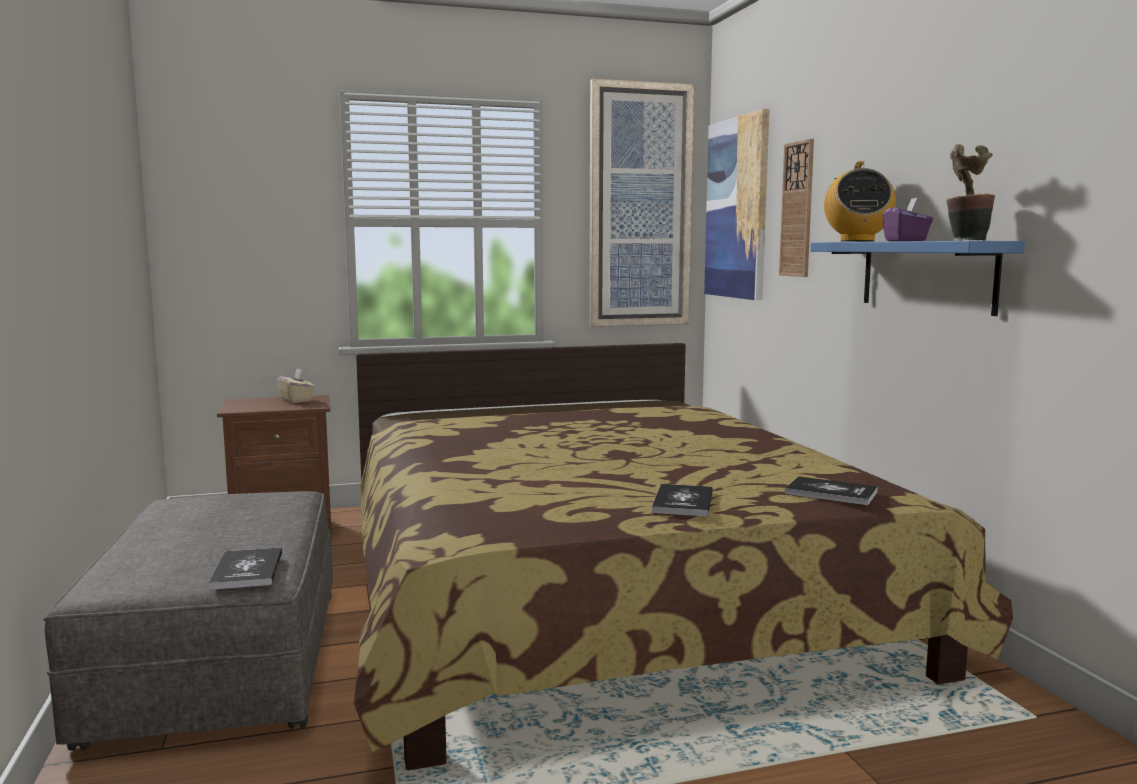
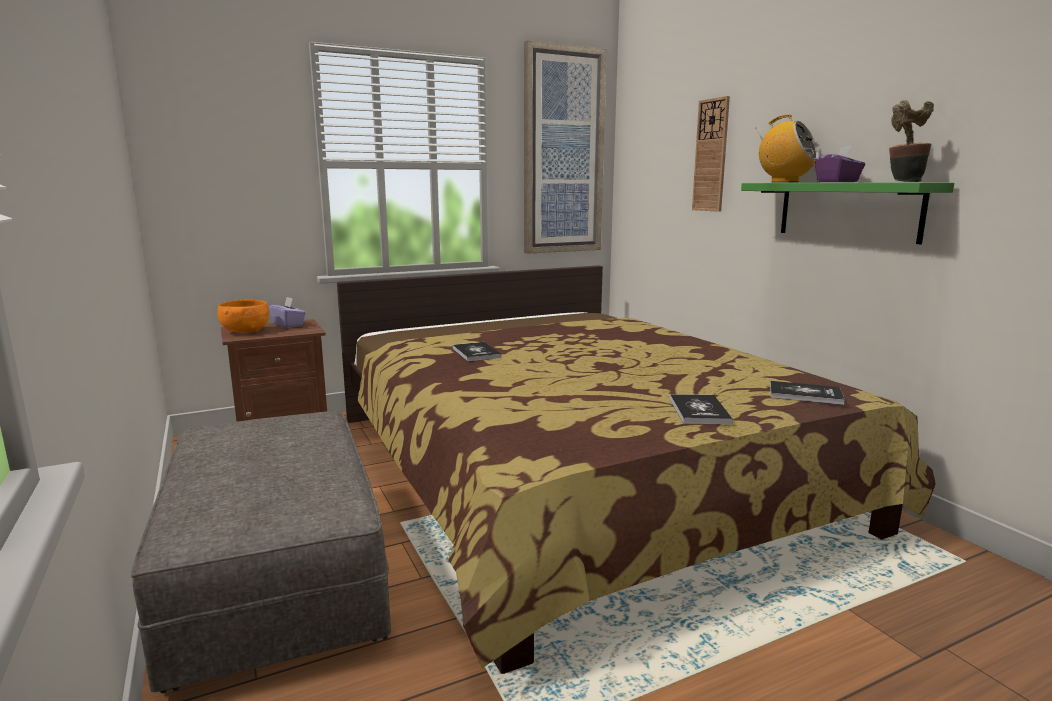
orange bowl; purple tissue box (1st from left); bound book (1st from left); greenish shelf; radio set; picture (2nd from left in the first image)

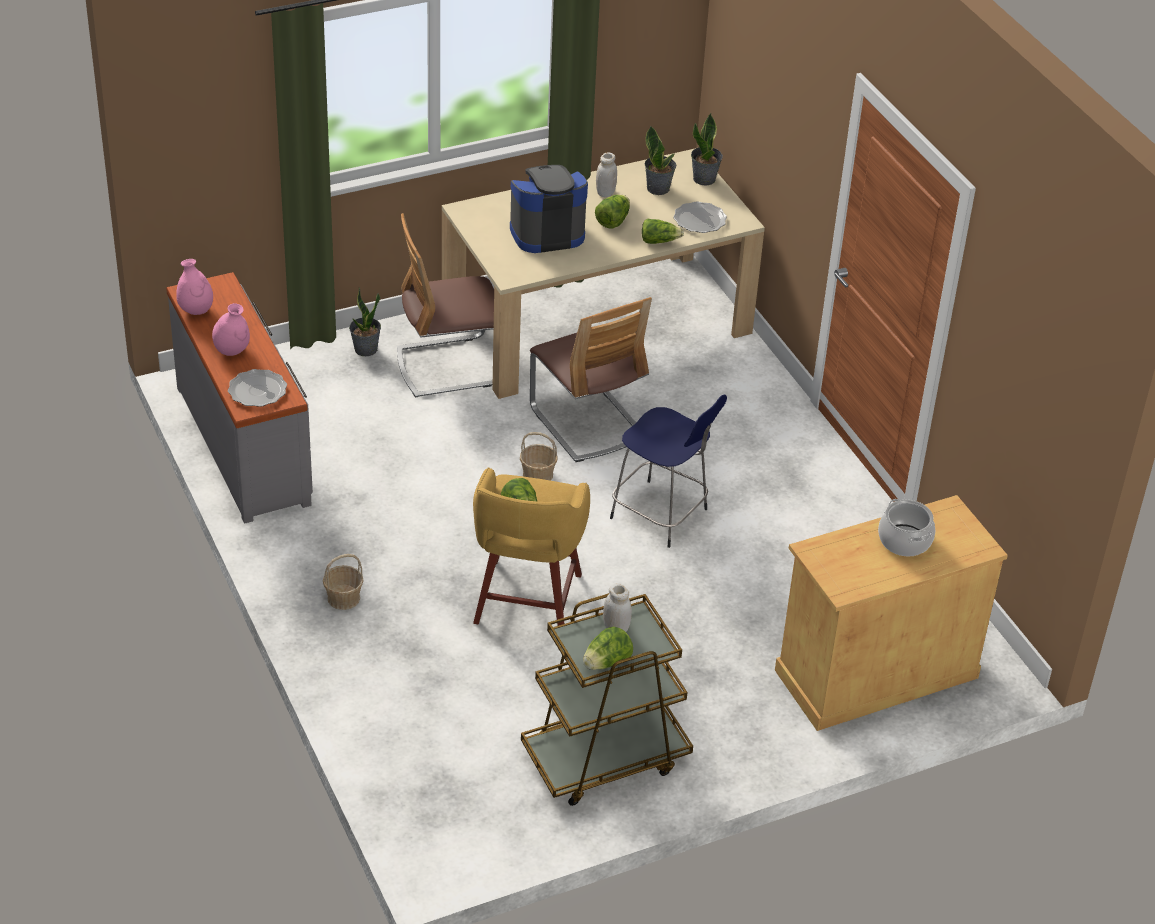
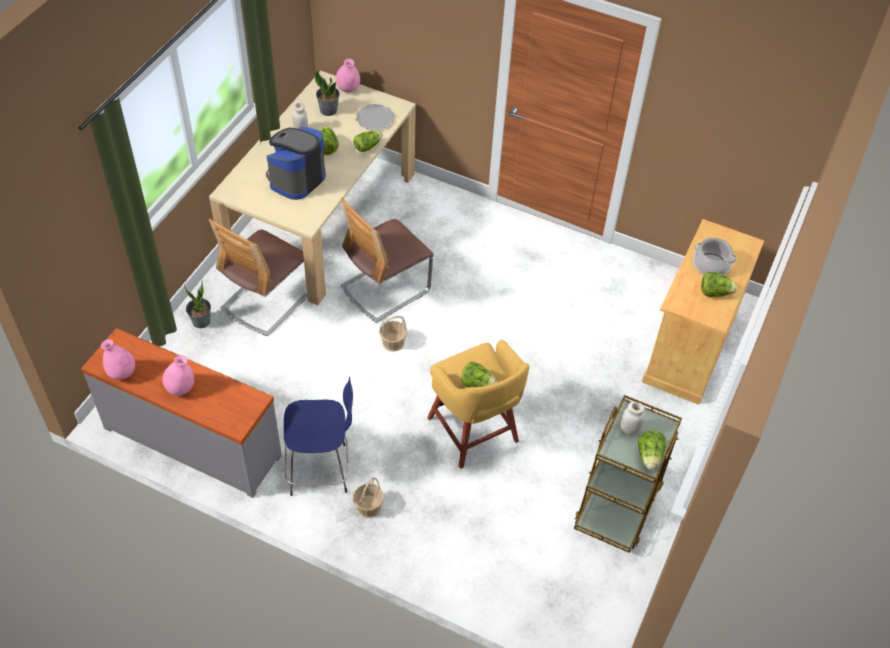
bluish stool seat; pinkish vase (3rd from left); plain chair (2nd from left); head of lettuce (5th from left); dinner plate (1st from left in the first image)

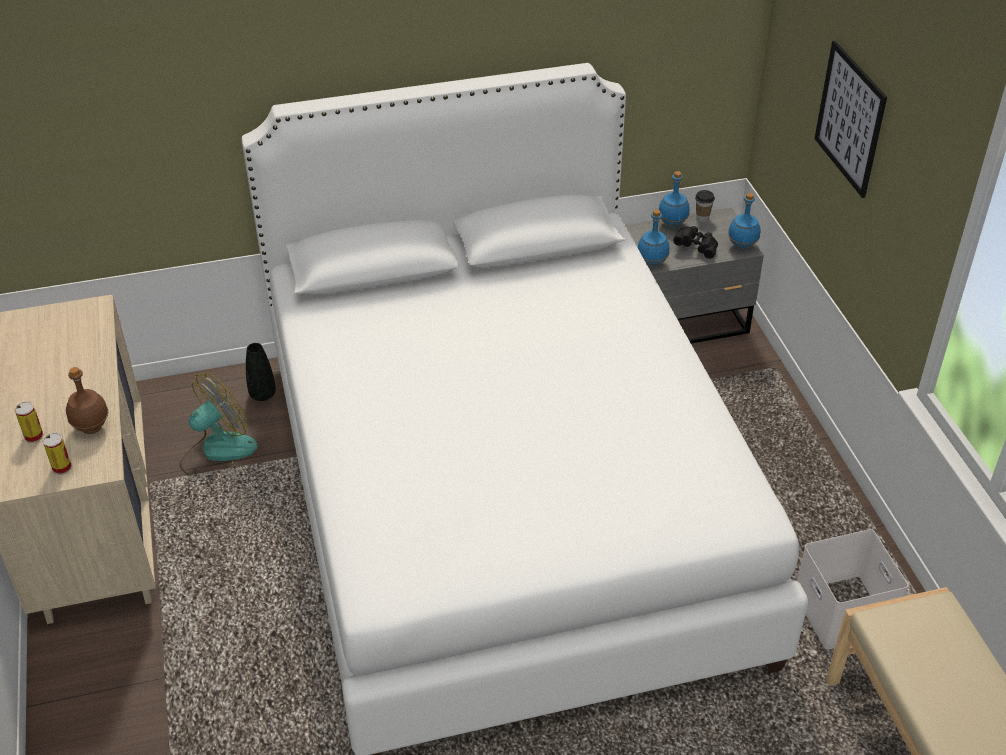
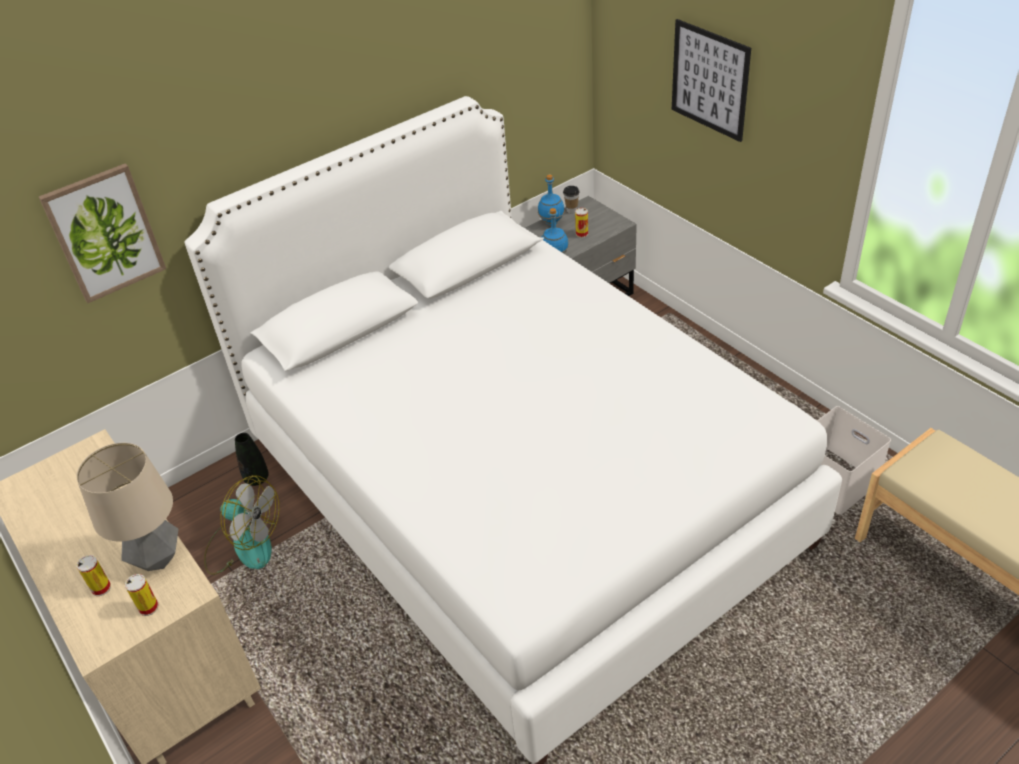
picture (1st from left); tabletop lamp; electric fan; metal can (3rd from left); bluish drink bottle (3rd from left in the first image)

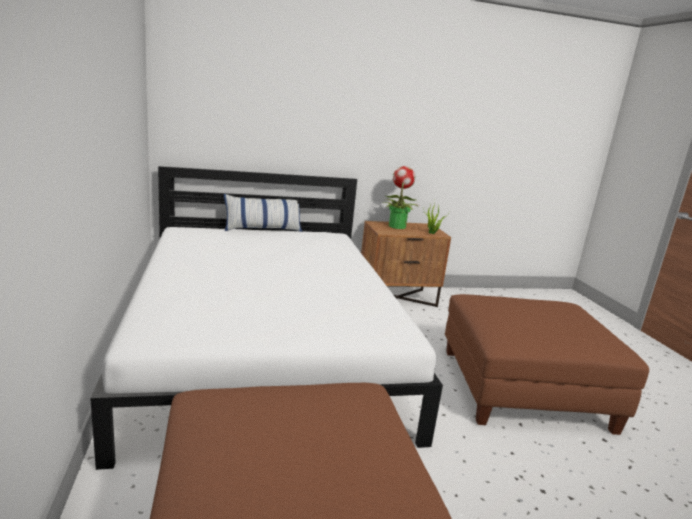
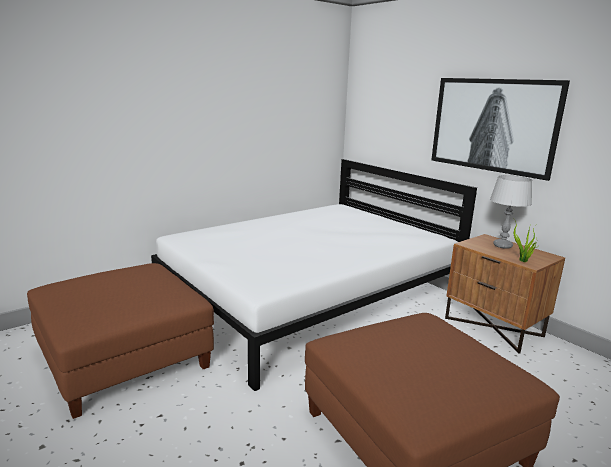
picture; grey tabletop lamp; cushion

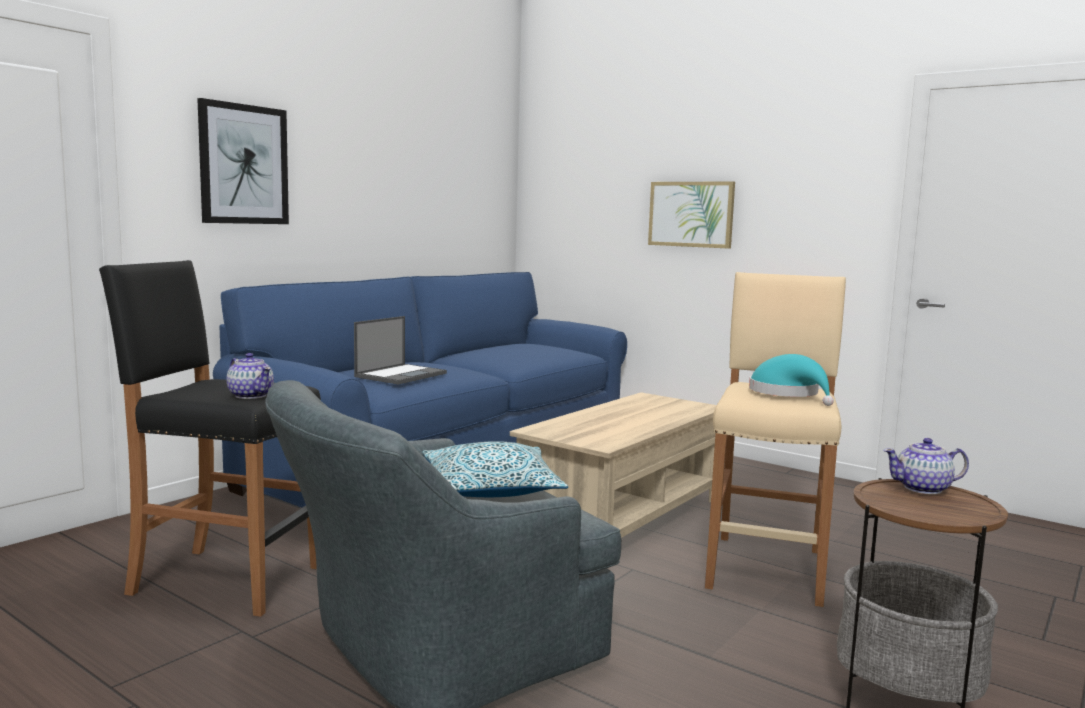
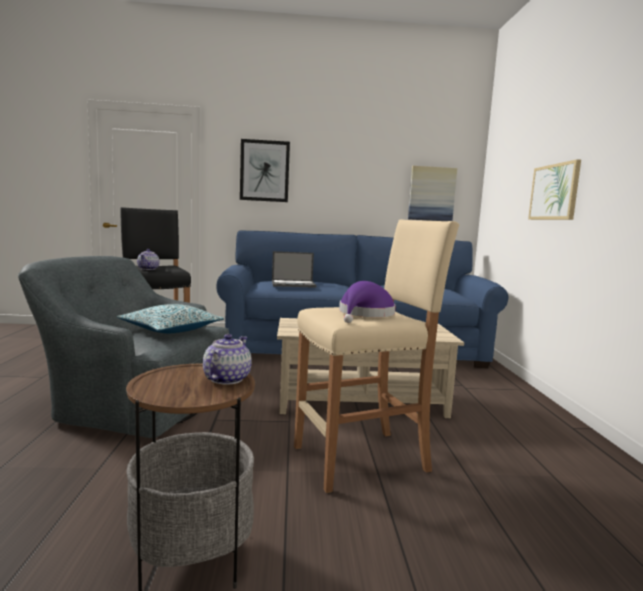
tea pot (2nd from left); purple clothing hat; picture (2nd from left)

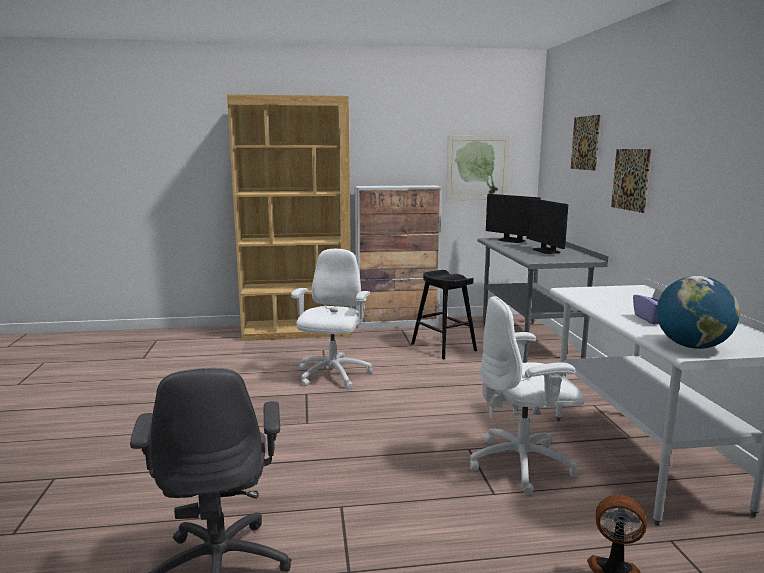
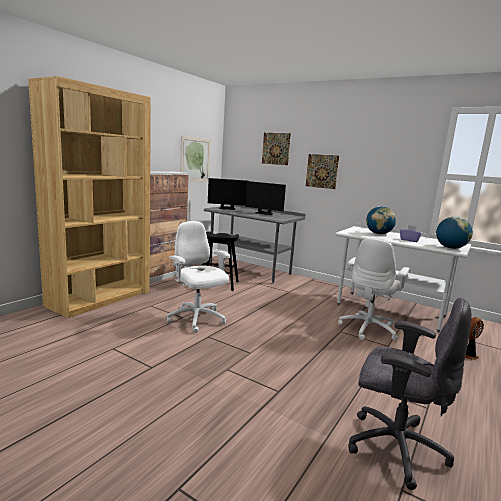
world globe (1st from left)

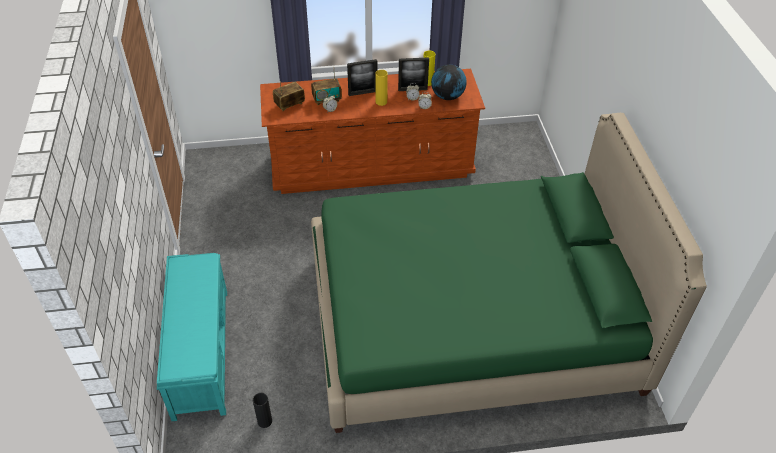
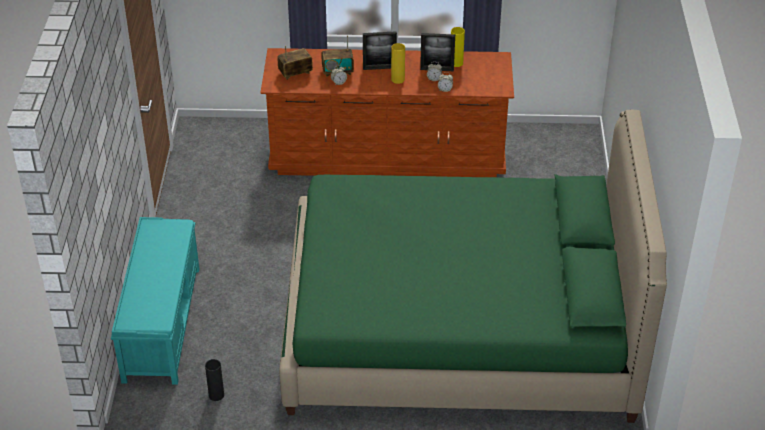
world globe

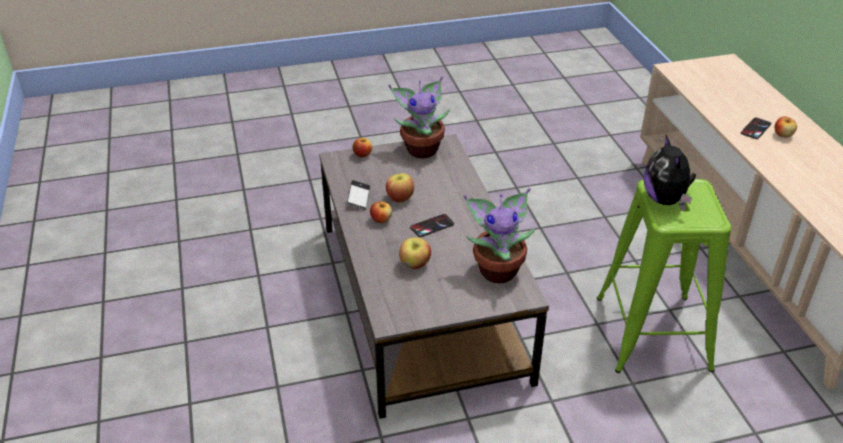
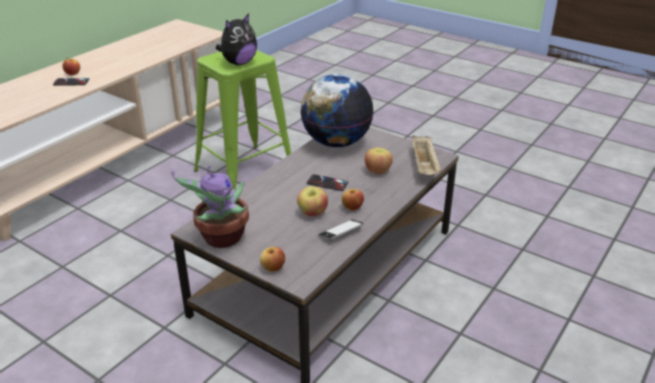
world globe; beige tray

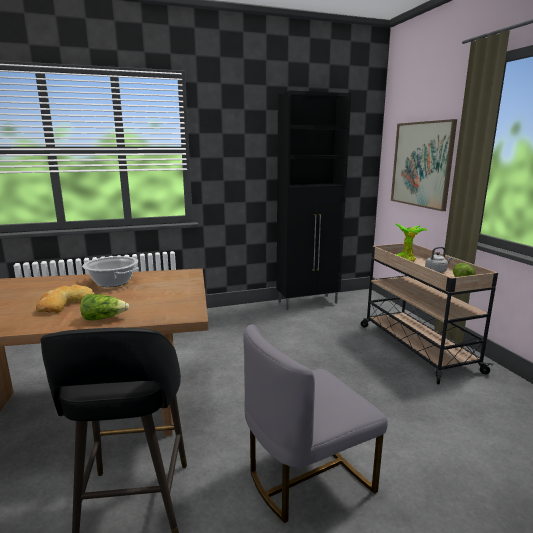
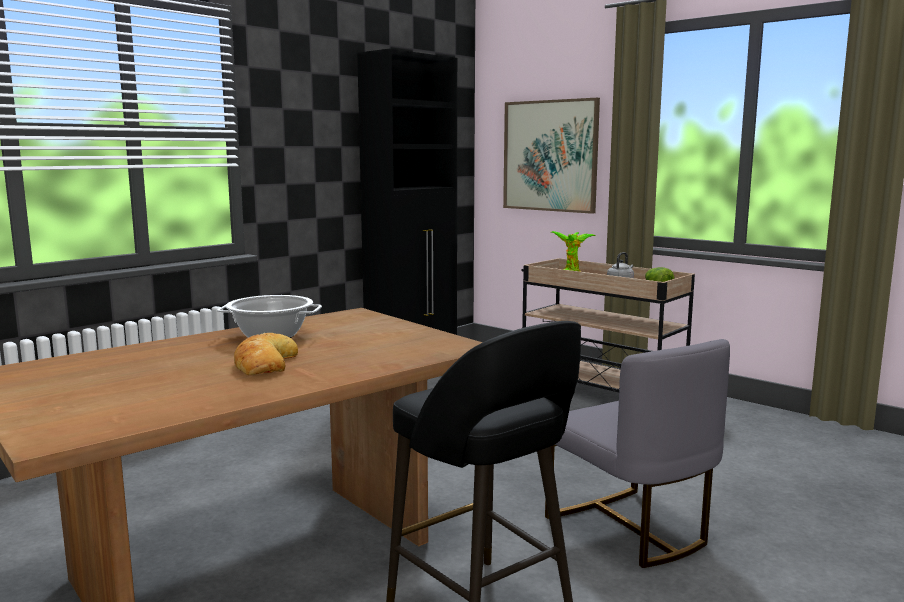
grey plain chair; head of lettuce (1st from left in the first image)

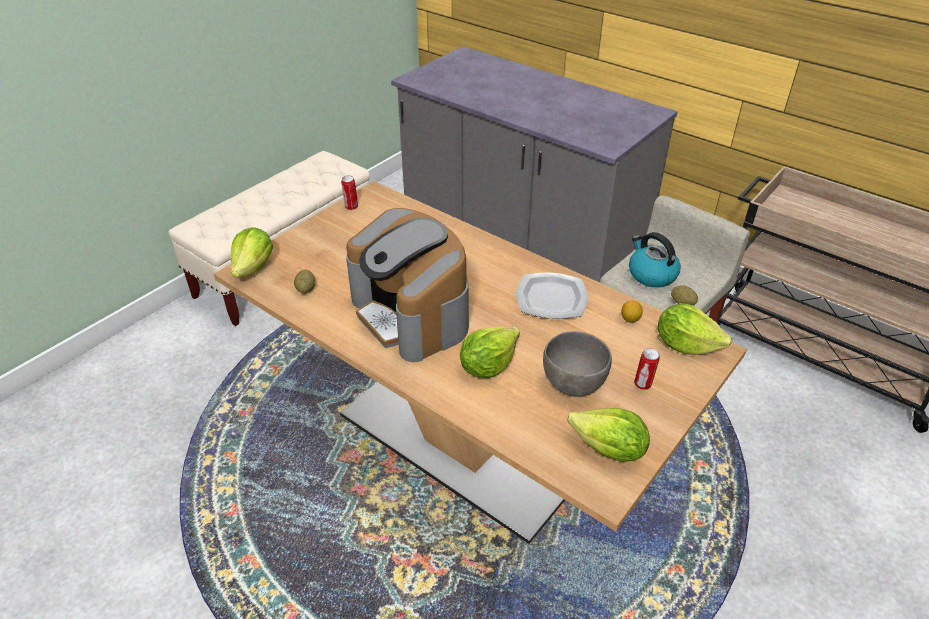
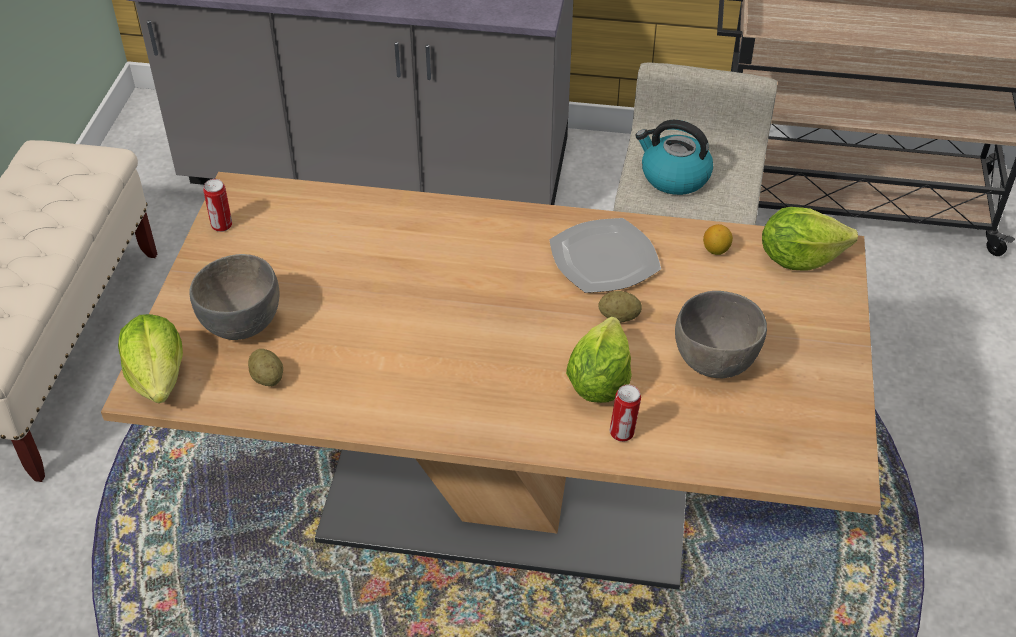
grey bowl (1st from left); spud (2nd from left); metal can (2nd from left); coffee brewer; head of lettuce (3rd from left in the first image)

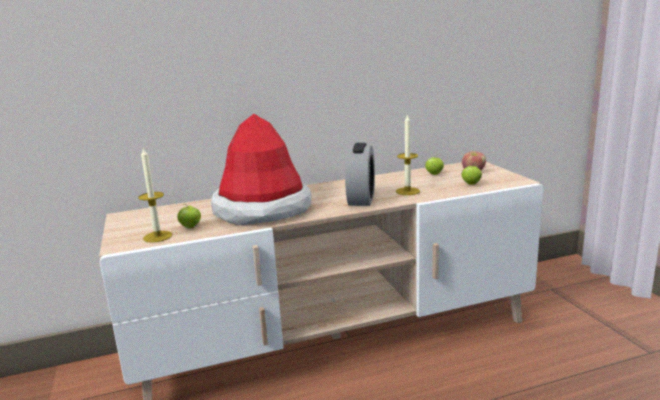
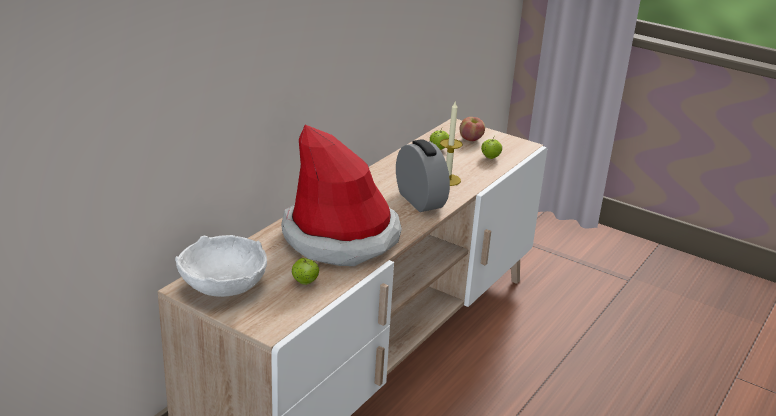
white-coloured bowl; wax candle (1st from left in the first image)

